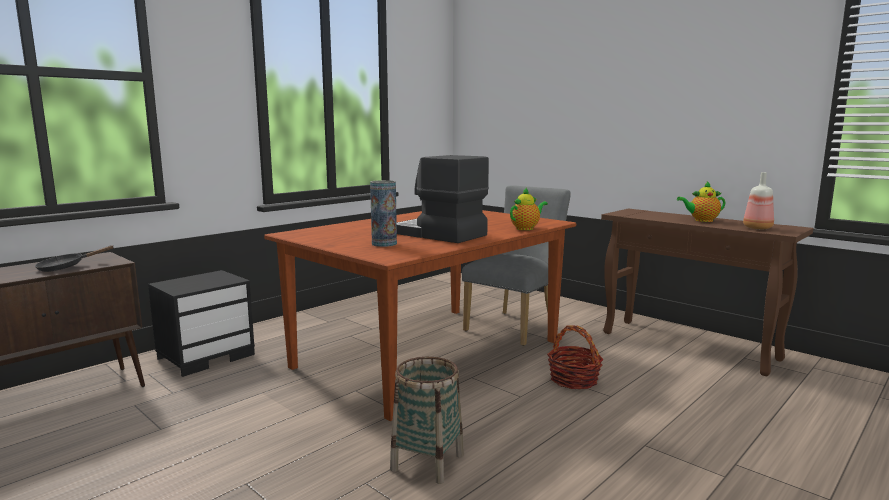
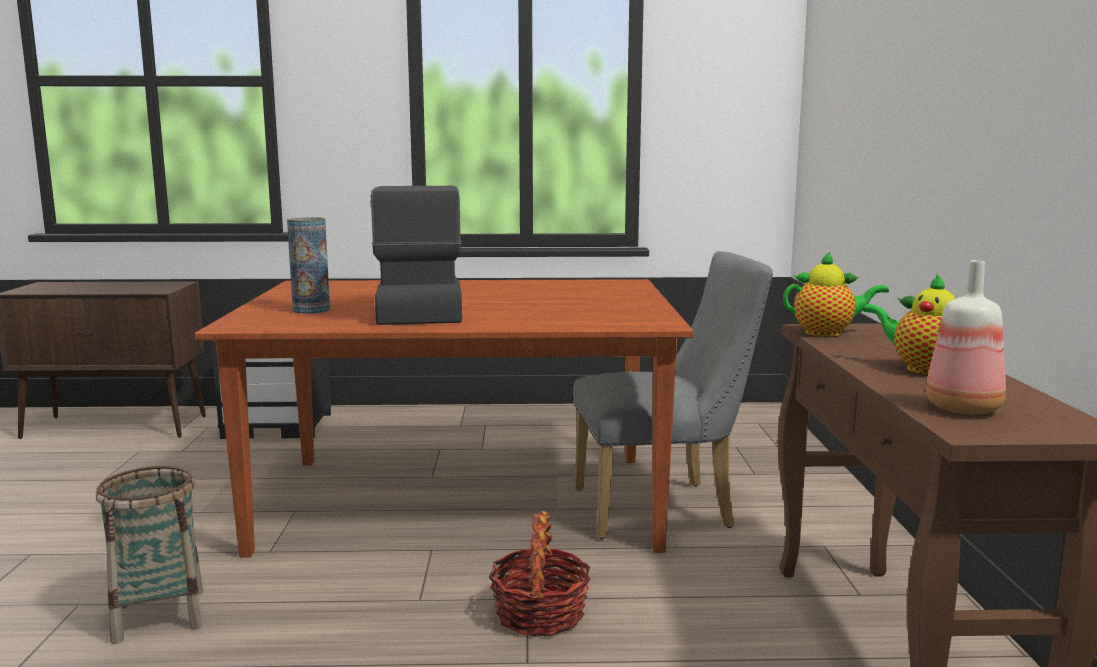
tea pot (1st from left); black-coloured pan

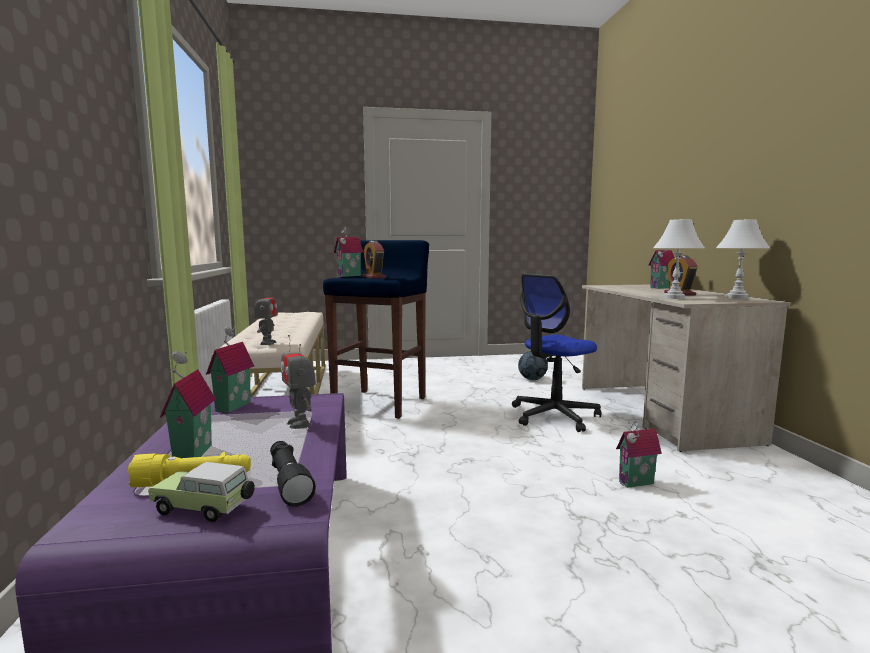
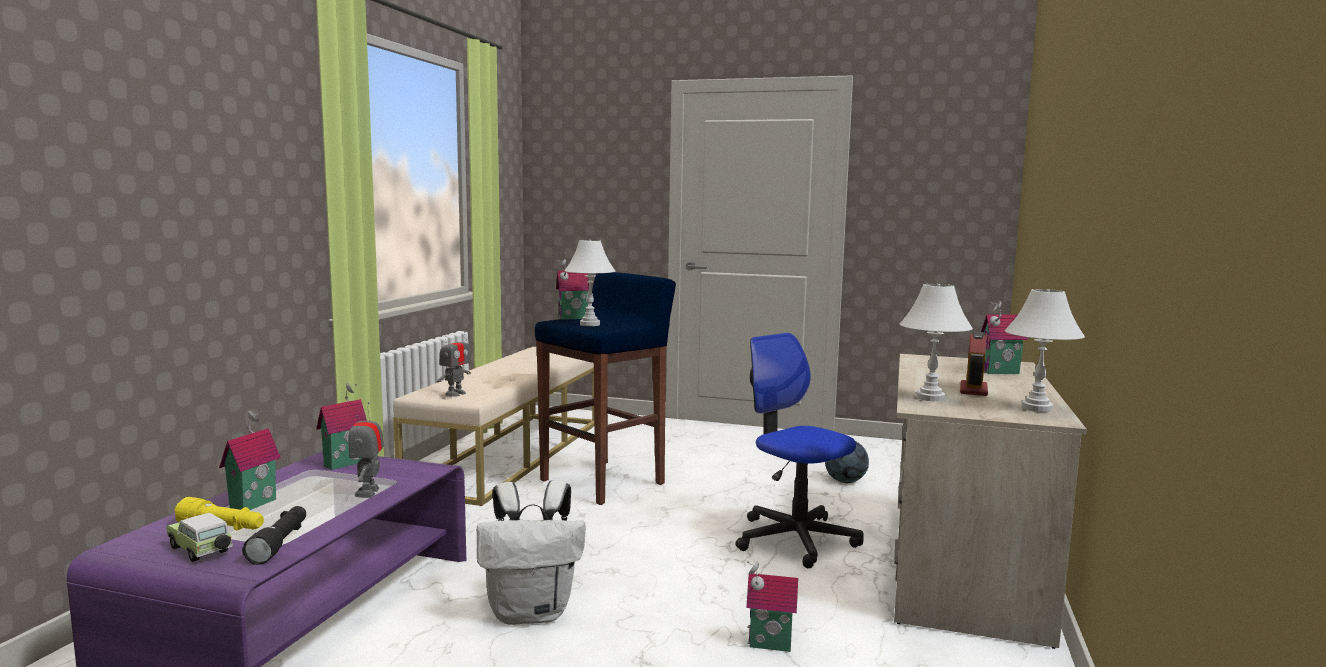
white-coloured knapsack; white-coloured tabletop lamp (1st from left); computer chair

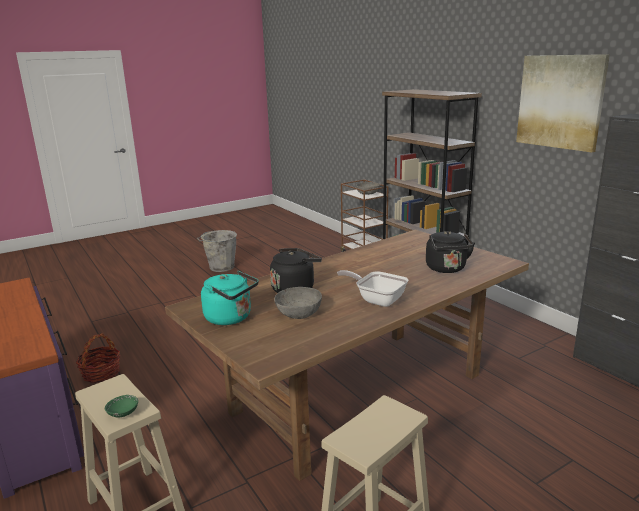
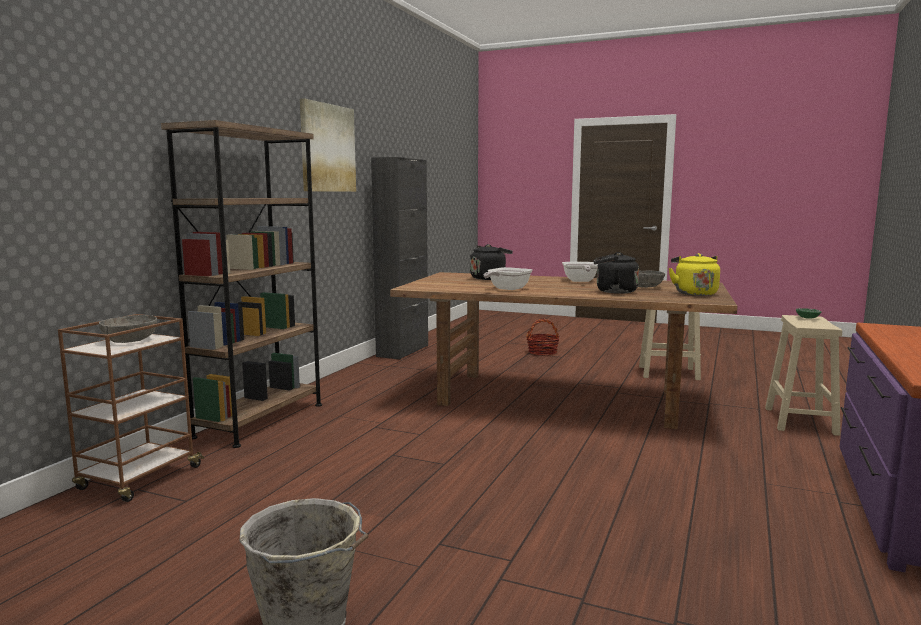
pan (1st from left); basket; yellow-coloured water kettle

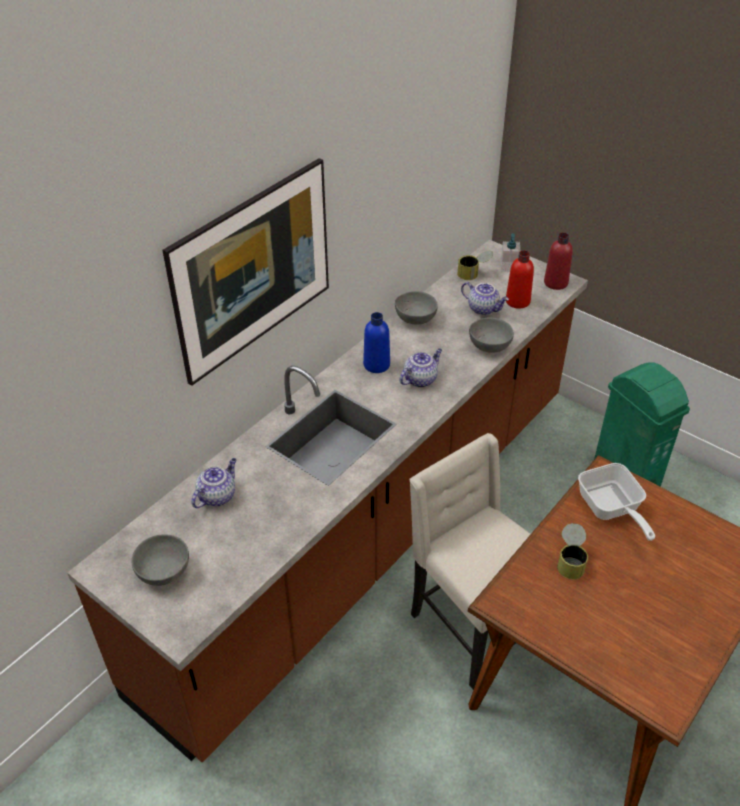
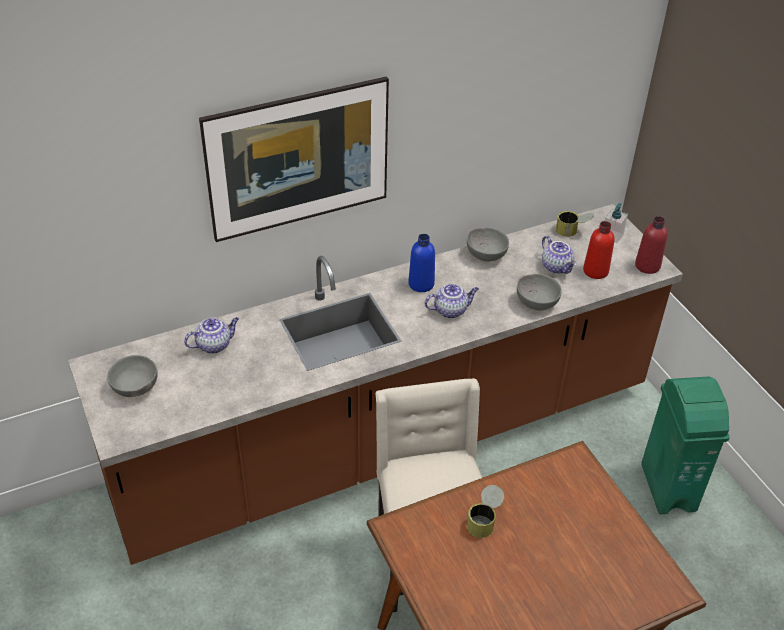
pan

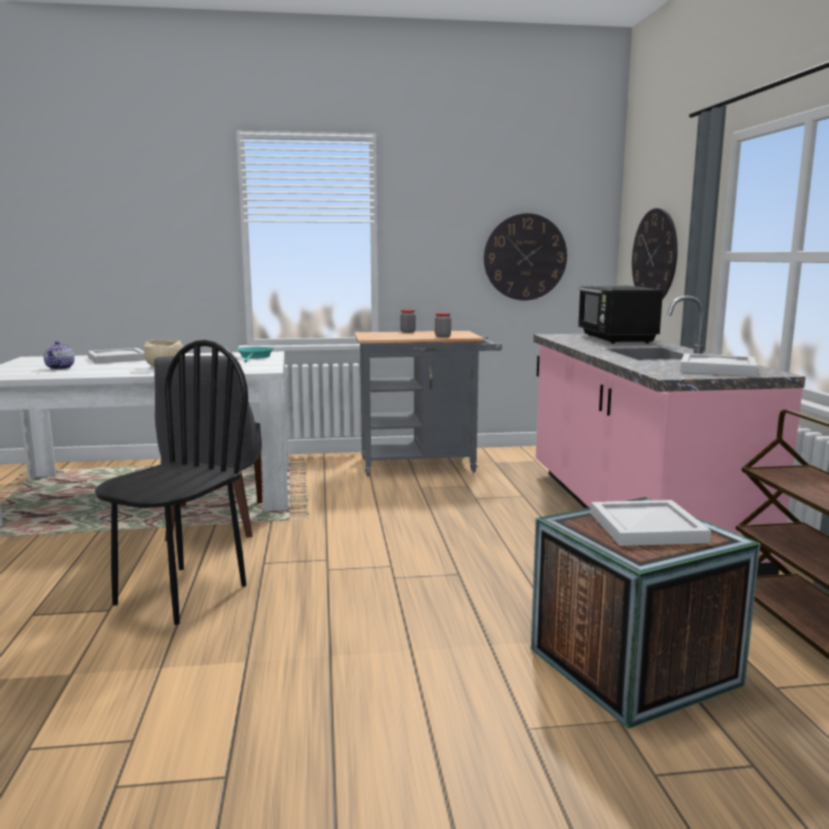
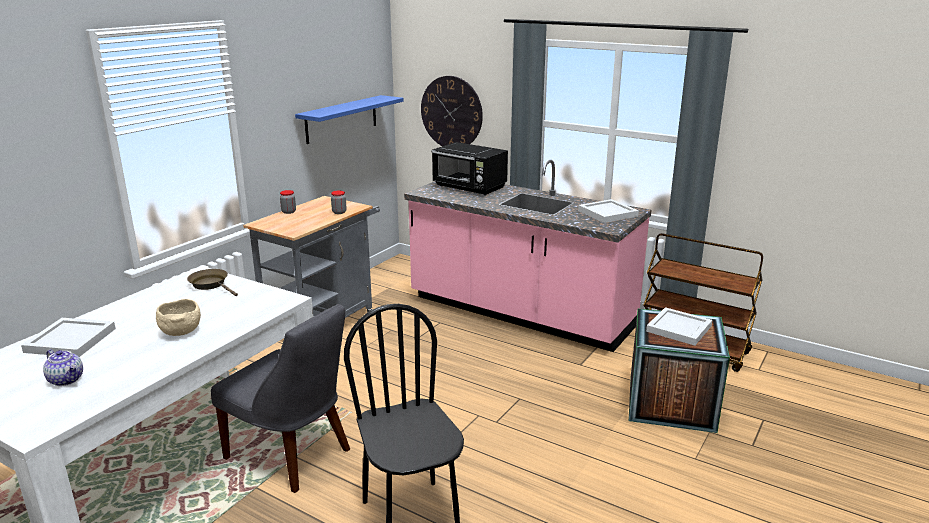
brown pan; bluish shelf

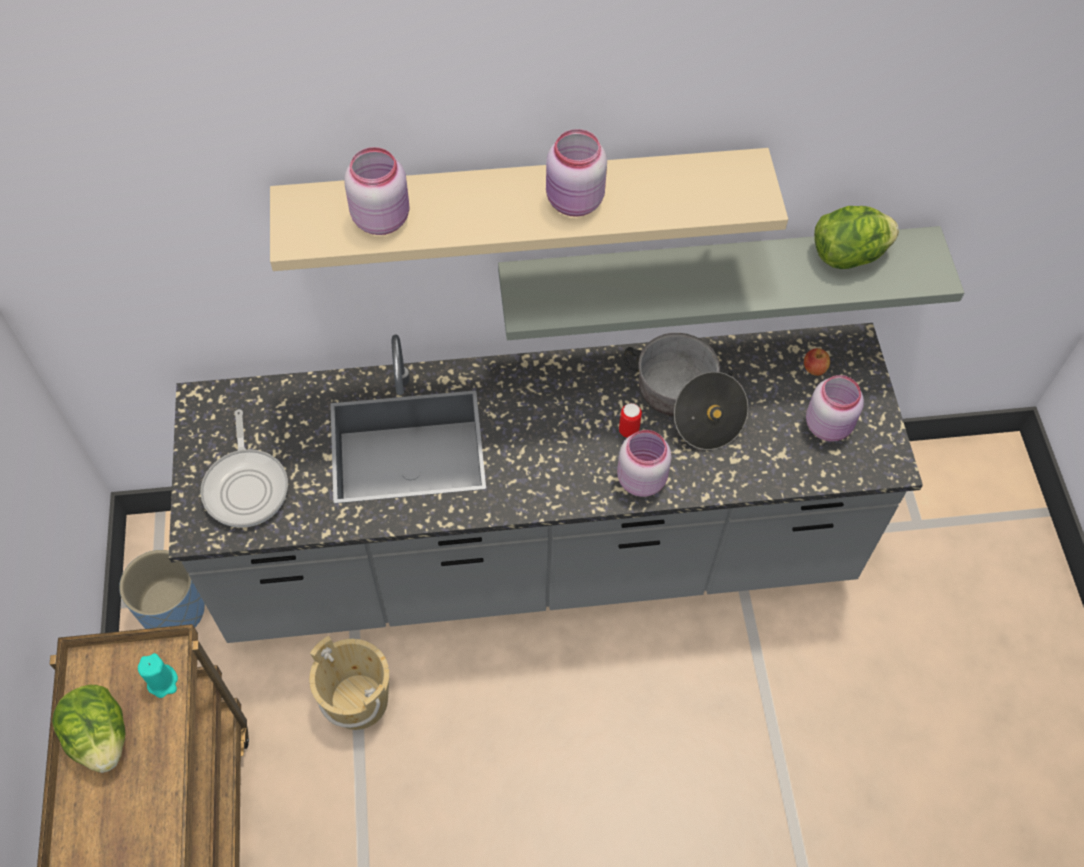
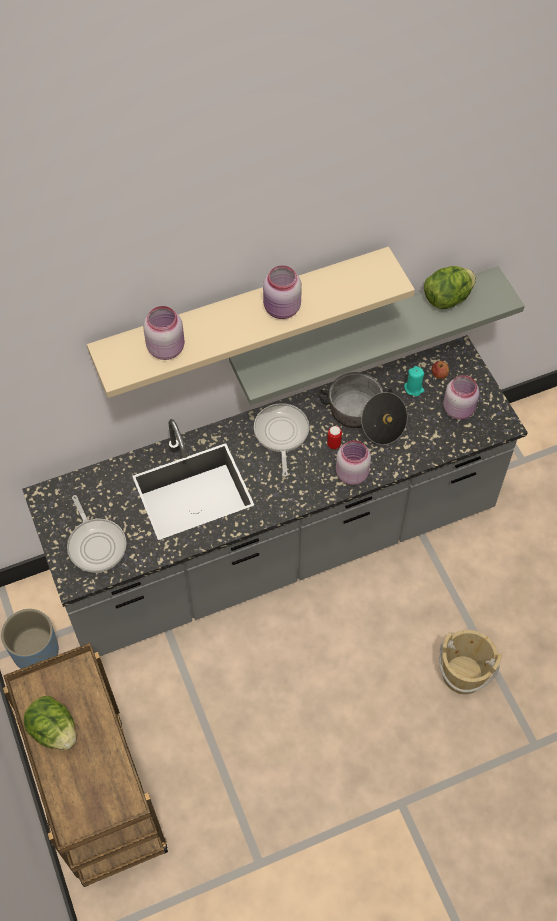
pan (2nd from left); turquoise-coloured wax candle; beige bucket

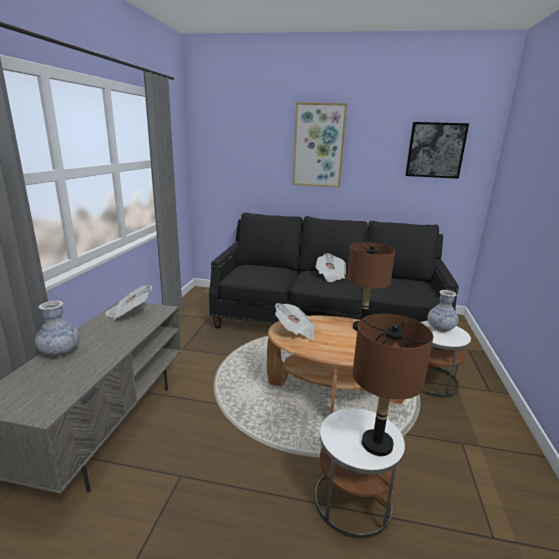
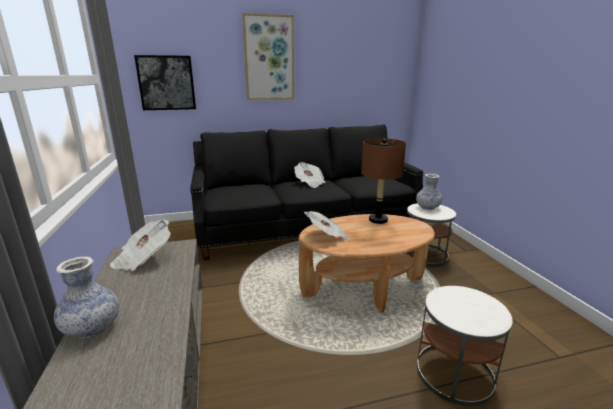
picture (1st from left); brown tabletop lamp (2nd from left in the first image)

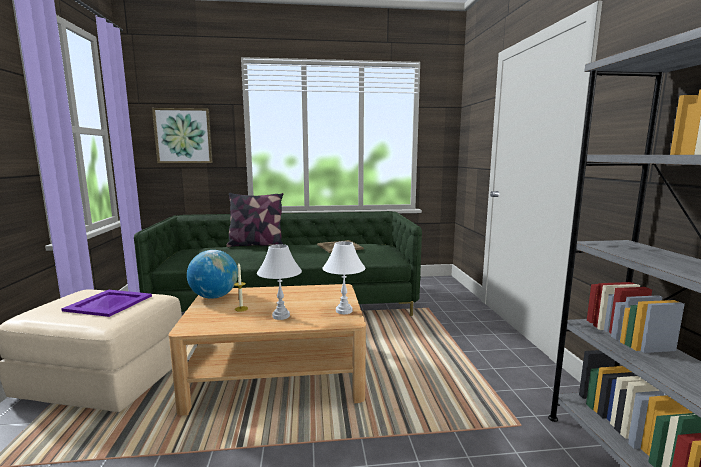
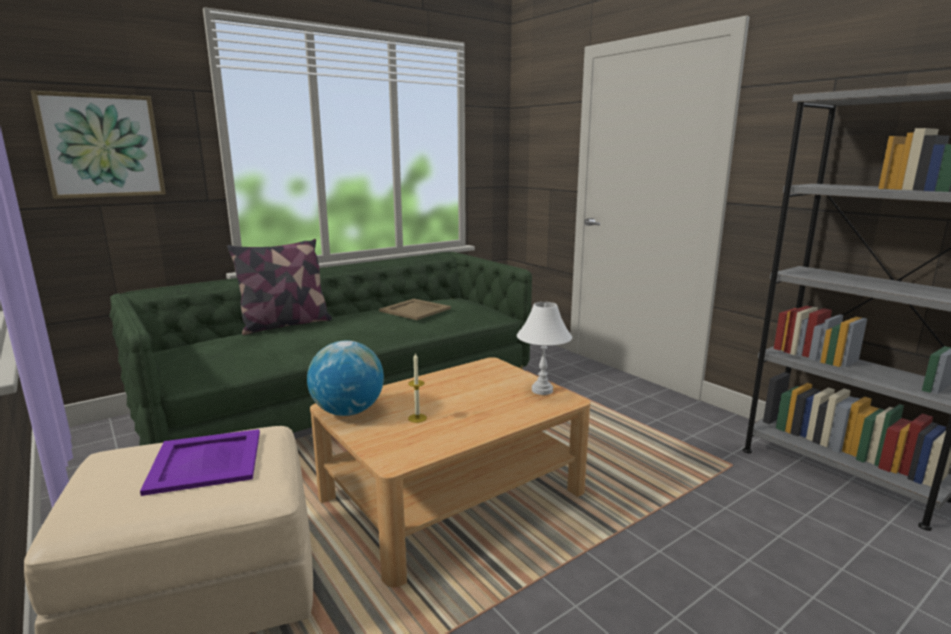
white-coloured tabletop lamp (1st from left in the first image)

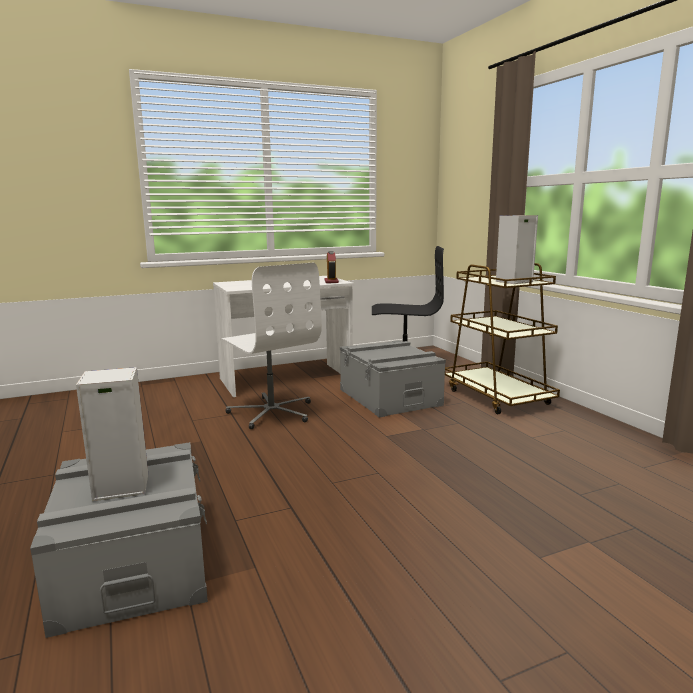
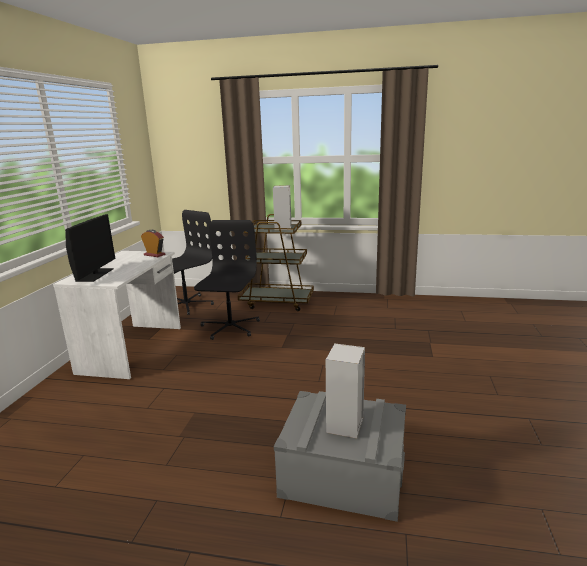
monitor; black-coloured computer chair (2nd from left); white-coloured computer chair

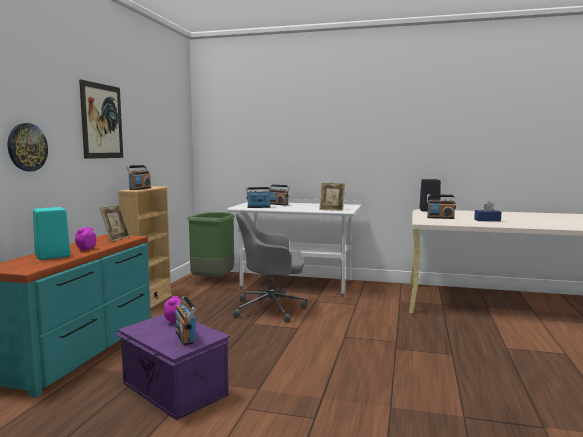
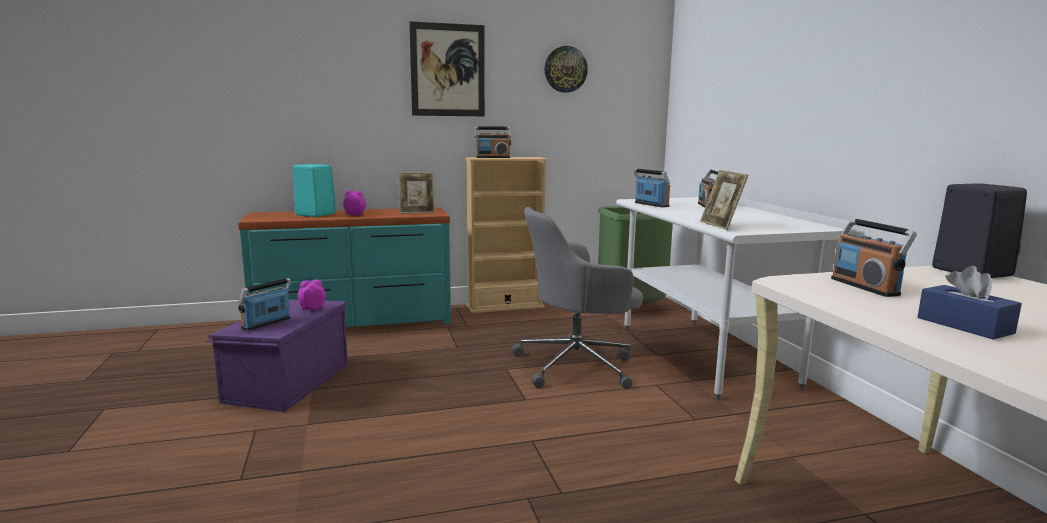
grey computer chair; wall clock

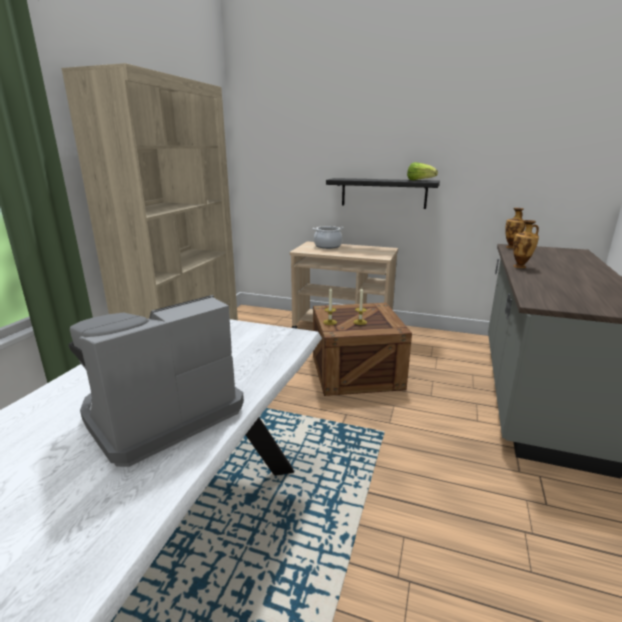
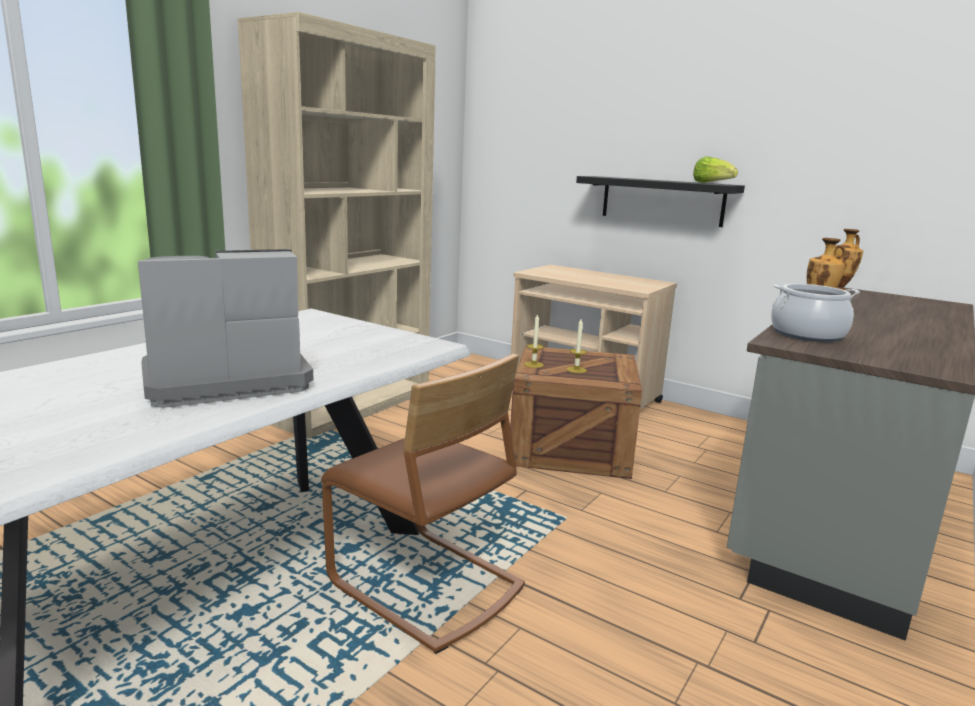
brown plain chair; stockpot

